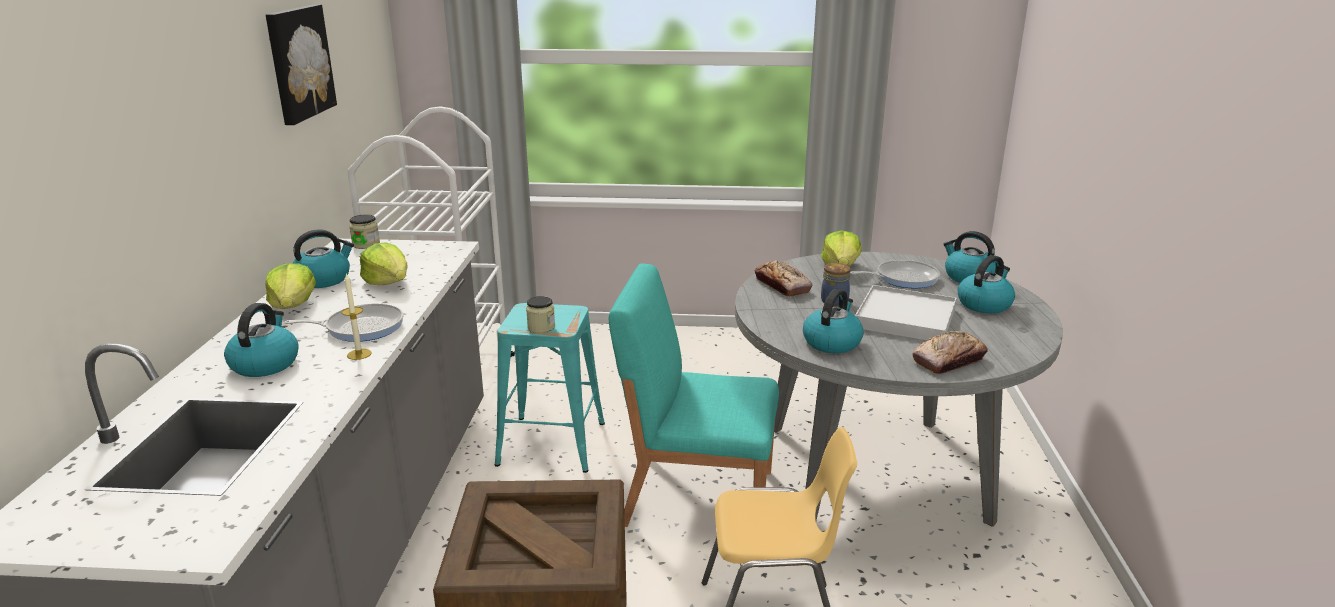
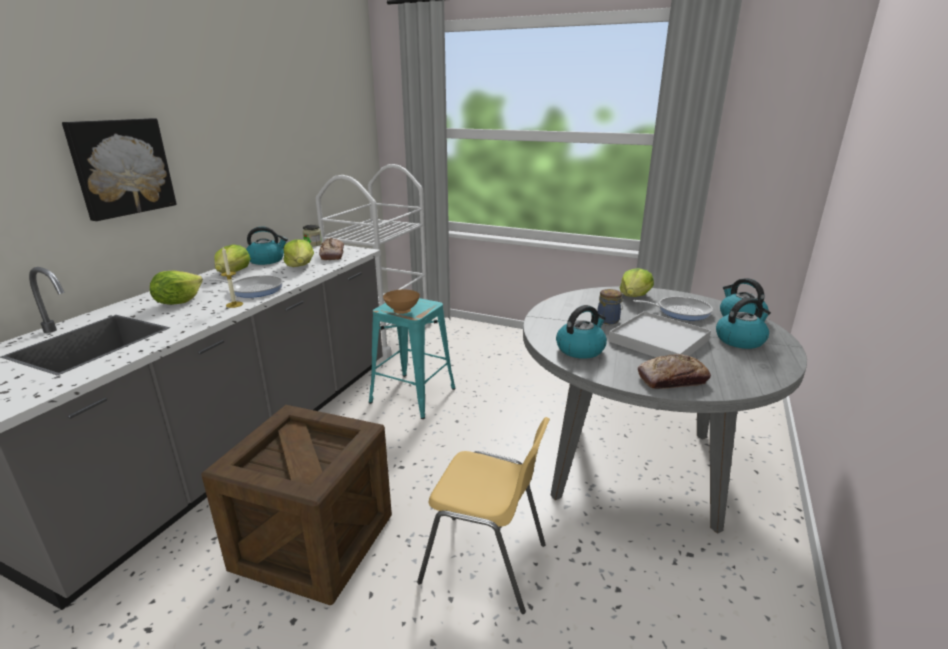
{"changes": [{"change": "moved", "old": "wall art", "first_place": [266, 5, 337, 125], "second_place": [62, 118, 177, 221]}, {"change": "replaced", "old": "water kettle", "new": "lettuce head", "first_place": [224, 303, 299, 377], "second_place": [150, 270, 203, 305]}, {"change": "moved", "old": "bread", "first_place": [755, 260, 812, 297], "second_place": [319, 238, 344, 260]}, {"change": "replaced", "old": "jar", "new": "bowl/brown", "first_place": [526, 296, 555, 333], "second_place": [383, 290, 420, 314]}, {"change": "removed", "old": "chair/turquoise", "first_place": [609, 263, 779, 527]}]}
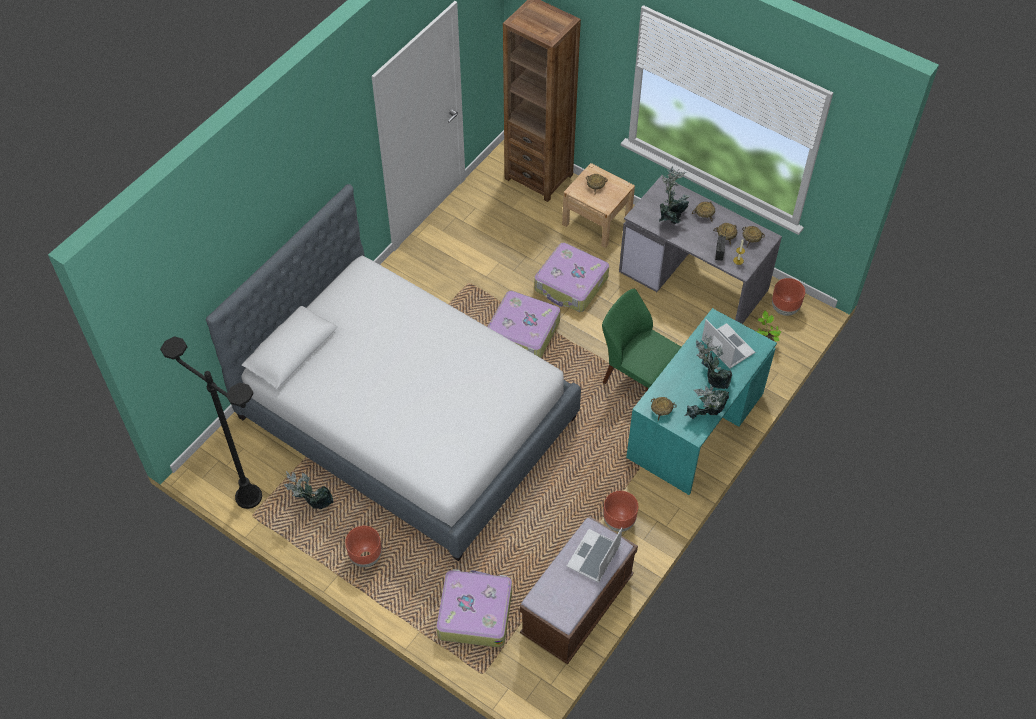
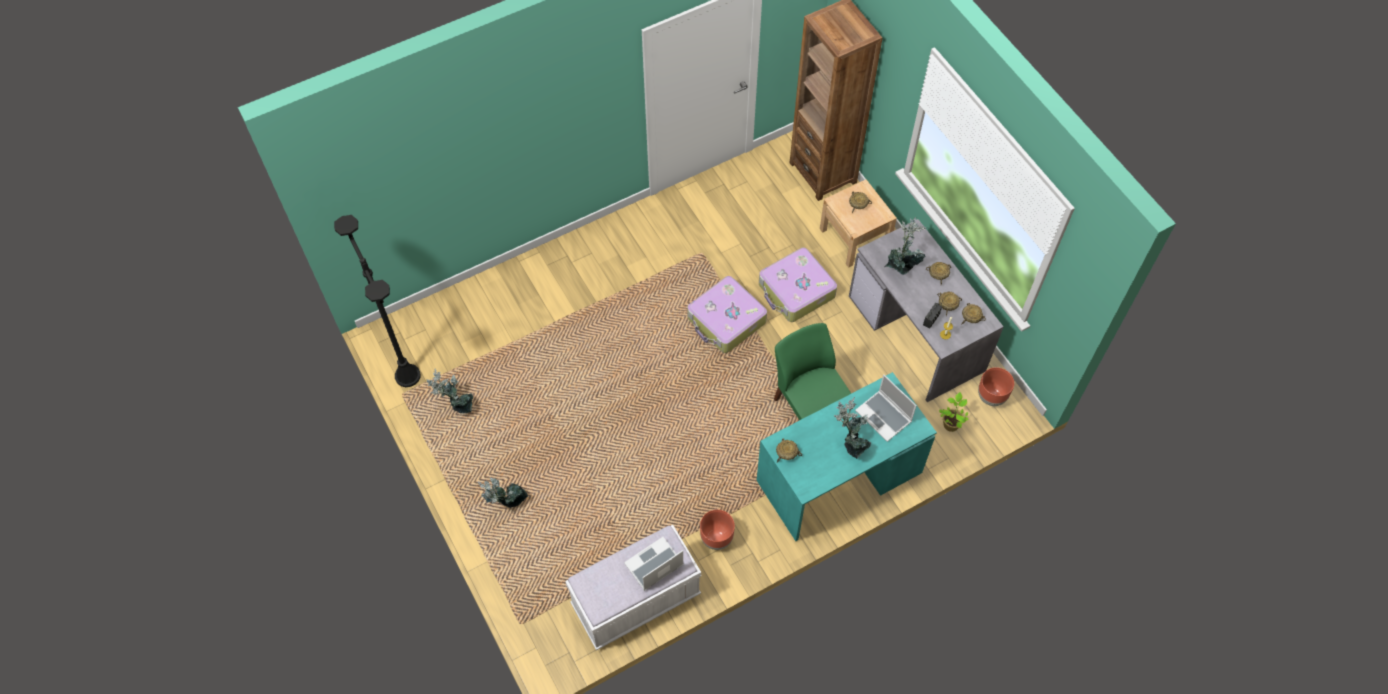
{"changes": [{"change": "moved", "old": "houseplant", "first_place": [685, 384, 729, 419], "second_place": [478, 478, 528, 508]}, {"change": "recoloured", "old": "long seat/brown", "new": "long seat/white", "first_place": [520, 516, 638, 664], "second_place": [565, 525, 701, 650]}, {"change": "turned", "old": "portable computer", "first_place": [701, 319, 755, 368], "second_place": [855, 374, 917, 442], "degrees": 150}, {"change": "removed", "old": "bed", "first_place": [206, 184, 581, 561]}, {"change": "removed", "old": "plant pot/brown", "first_place": [345, 526, 382, 567]}, {"change": "removed", "old": "travel case", "first_place": [436, 569, 512, 647]}]}
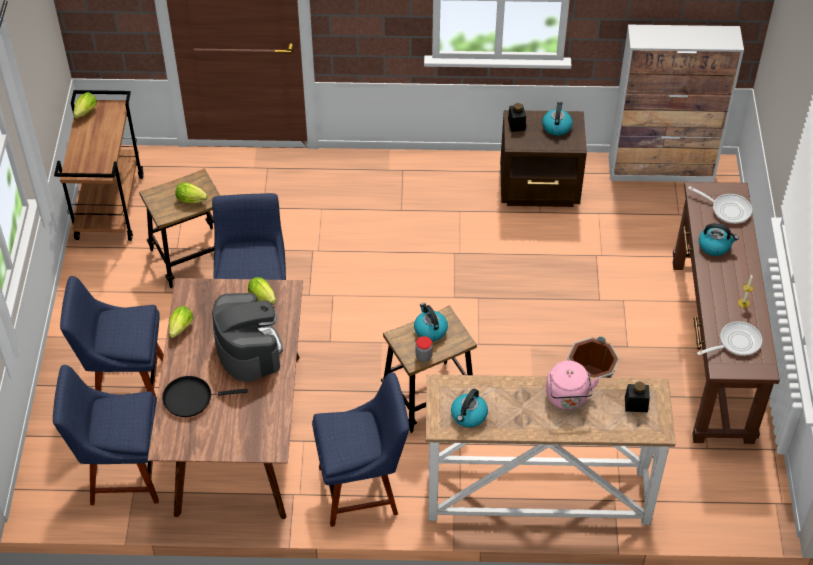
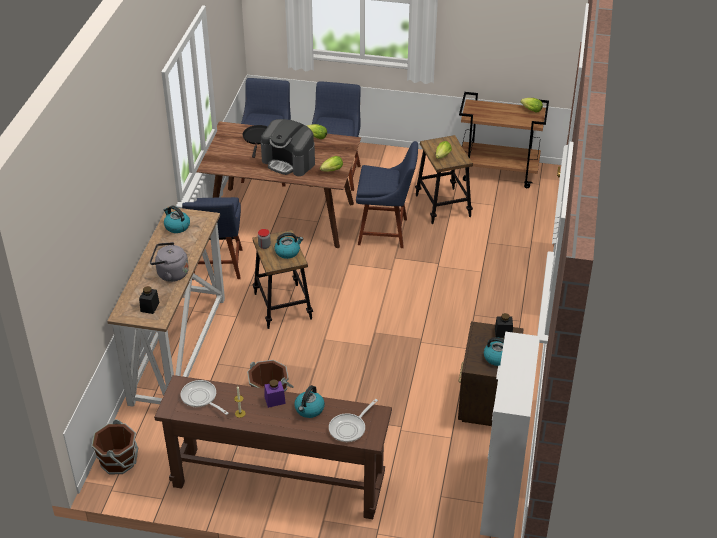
{"changes": [{"change": "added", "new": "pail/brown", "second_place": [91, 419, 138, 474]}, {"change": "recoloured", "old": "water kettle/pinkish", "new": "water kettle/gray", "first_place": [546, 361, 600, 410], "second_place": [150, 242, 189, 282]}, {"change": "turned", "old": "pan", "first_place": [697, 321, 762, 356], "second_place": [181, 380, 229, 415], "degrees": 150}, {"change": "turned", "old": "coffee machine", "first_place": [212, 293, 283, 382], "second_place": [261, 119, 315, 176], "degrees": 45}, {"change": "added", "new": "jar/purple-coloured", "second_place": [264, 380, 286, 408]}]}
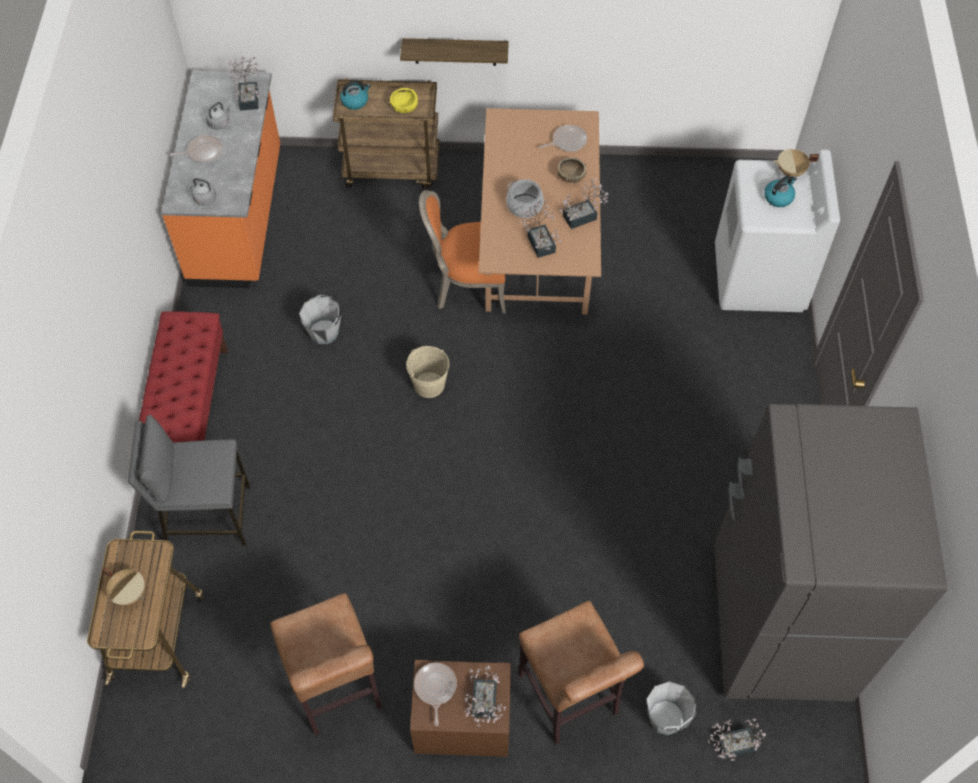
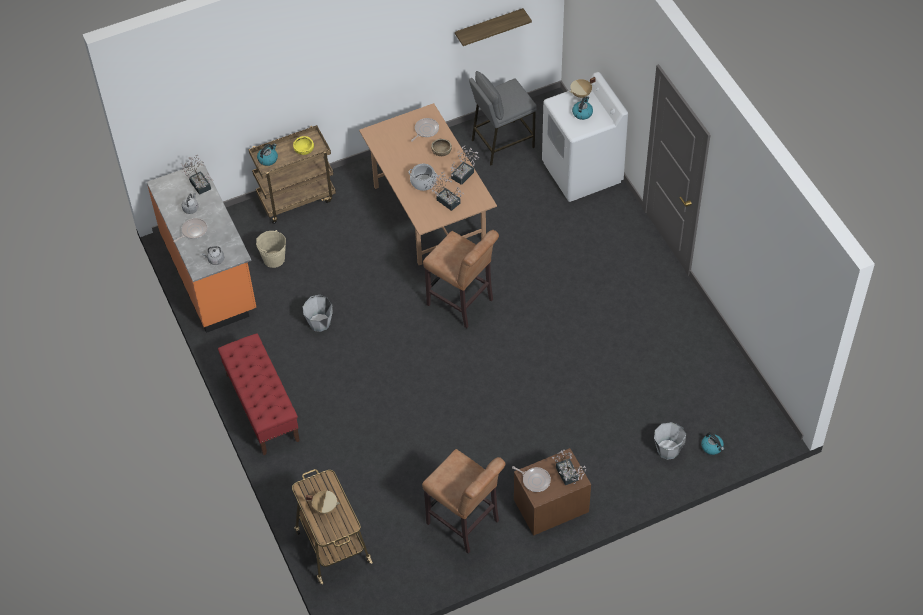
{"changes": [{"change": "moved", "old": "pail/beige-coloured", "first_place": [406, 346, 449, 398], "second_place": [256, 230, 286, 268]}, {"change": "moved", "old": "sitting stool/brown", "first_place": [518, 601, 644, 745], "second_place": [423, 230, 499, 328]}, {"change": "moved", "old": "shelf", "first_place": [400, 38, 509, 66], "second_place": [455, 8, 532, 46]}, {"change": "moved", "old": "sitting stool/gray", "first_place": [128, 415, 250, 546], "second_place": [469, 71, 537, 166]}, {"change": "turned", "old": "pan", "first_place": [414, 663, 457, 726], "second_place": [512, 466, 551, 492], "degrees": 150}, {"change": "replaced", "old": "houseplant", "new": "water kettle", "first_place": [708, 719, 766, 761], "second_place": [701, 432, 724, 455]}, {"change": "removed", "old": "chair/orange-coloured", "first_place": [419, 190, 506, 314]}, {"change": "removed", "old": "fridge/gray", "first_place": [714, 404, 947, 702]}]}
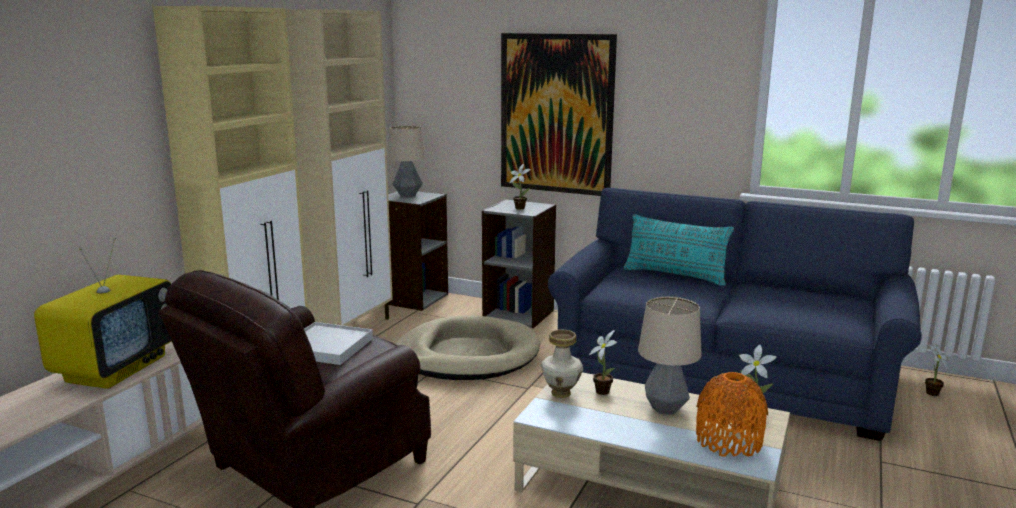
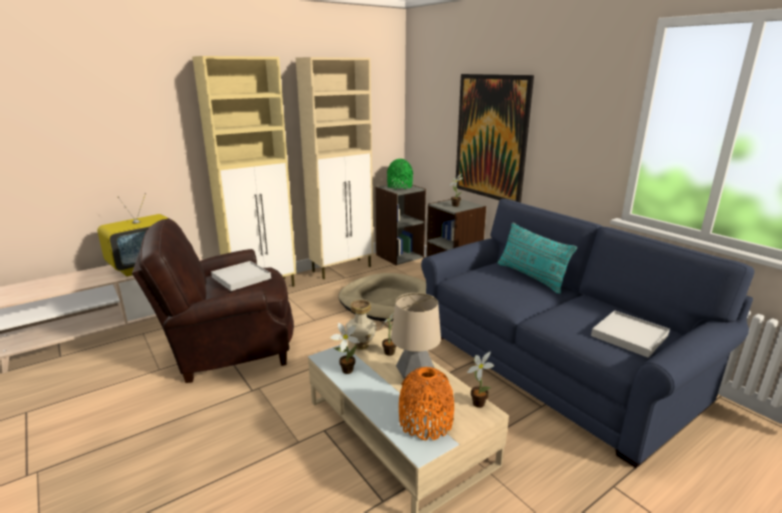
{"changes": [{"change": "moved", "old": "houseplant", "first_place": [925, 344, 948, 396], "second_place": [330, 323, 360, 374]}, {"change": "replaced", "old": "table lamp", "new": "vase/greenish", "first_place": [388, 126, 426, 197], "second_place": [387, 159, 413, 189]}, {"change": "added", "new": "tray/white", "second_place": [591, 310, 670, 358]}]}
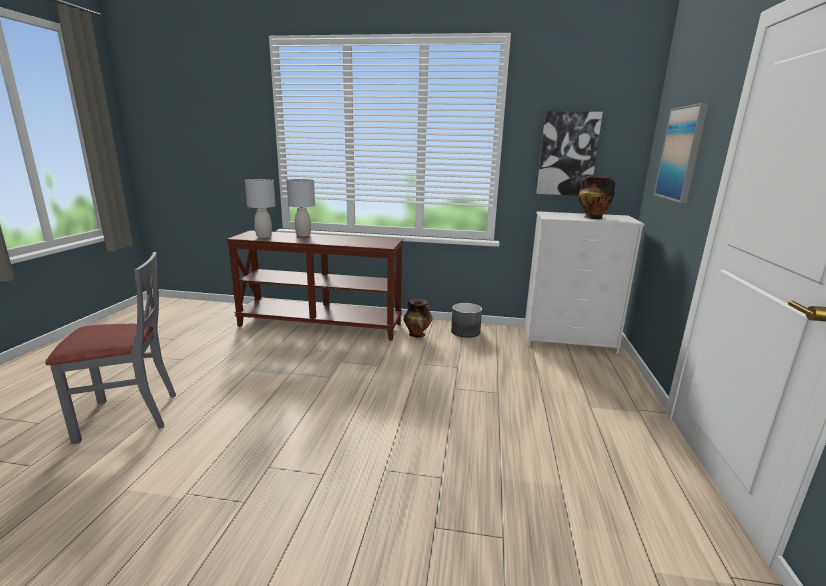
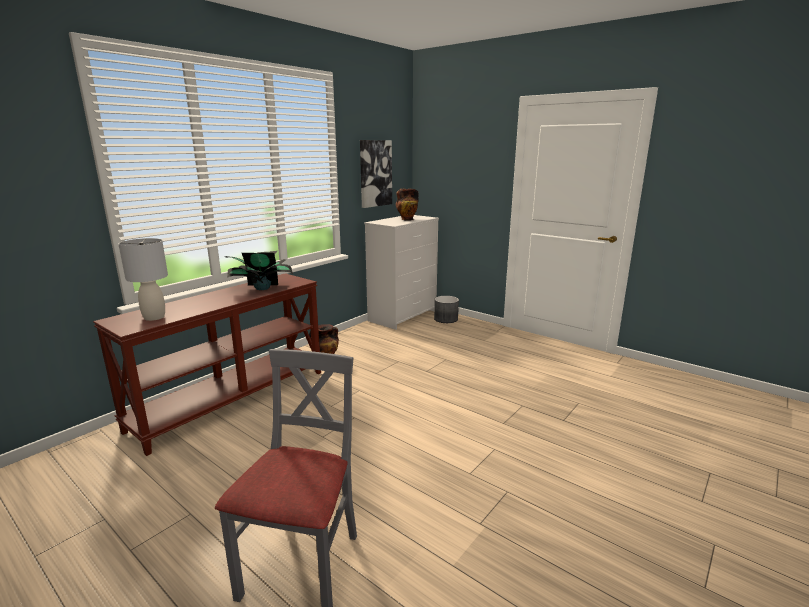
{"changes": [{"change": "added", "new": "houseplant", "second_place": [225, 251, 293, 290]}, {"change": "moved", "old": "plant pot/gray", "first_place": [451, 303, 482, 338], "second_place": [434, 296, 459, 323]}, {"change": "removed", "old": "table lamp/gray", "first_place": [286, 179, 315, 237]}, {"change": "removed", "old": "wall art", "first_place": [654, 103, 708, 203]}]}
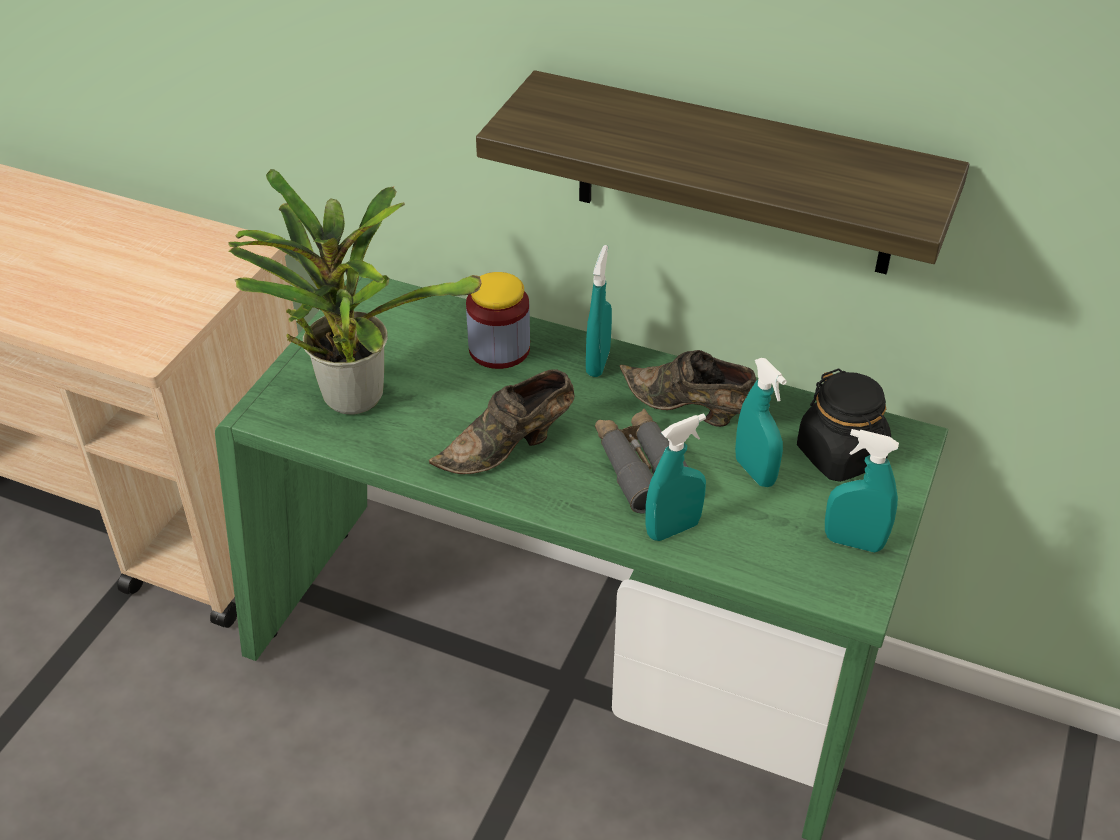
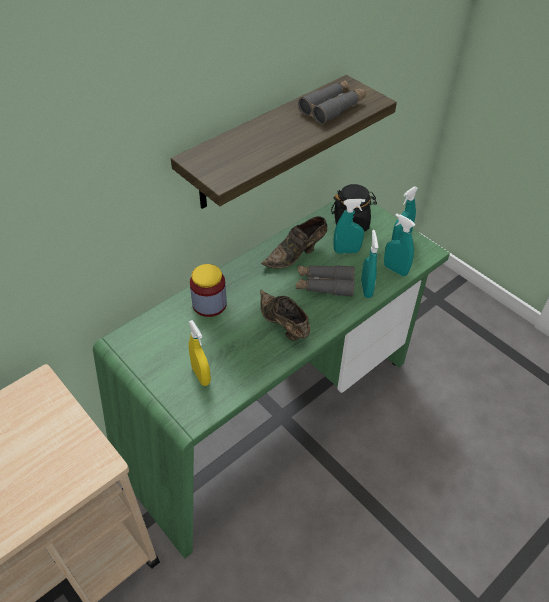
{"changes": [{"change": "replaced", "old": "houseplant", "new": "sprayer/yellow-coloured", "first_place": [228, 169, 482, 415], "second_place": [188, 320, 211, 386]}, {"change": "turned", "old": "low shoe/brown", "first_place": [429, 370, 575, 474], "second_place": [260, 290, 310, 341], "degrees": 150}, {"change": "added", "new": "binoculars/gray", "second_place": [298, 80, 366, 124]}, {"change": "moved", "old": "sprayer/turquoise", "first_place": [586, 245, 612, 377], "second_place": [384, 214, 416, 276]}]}
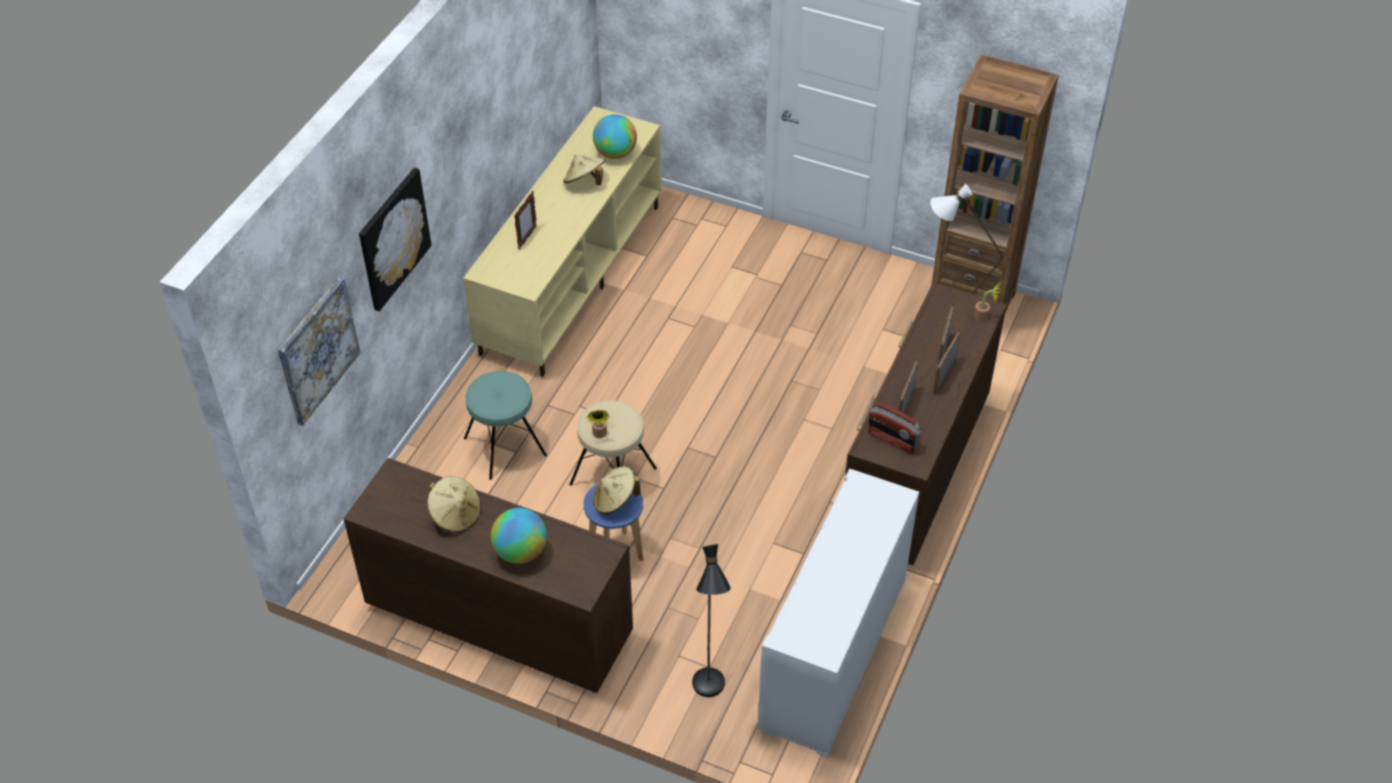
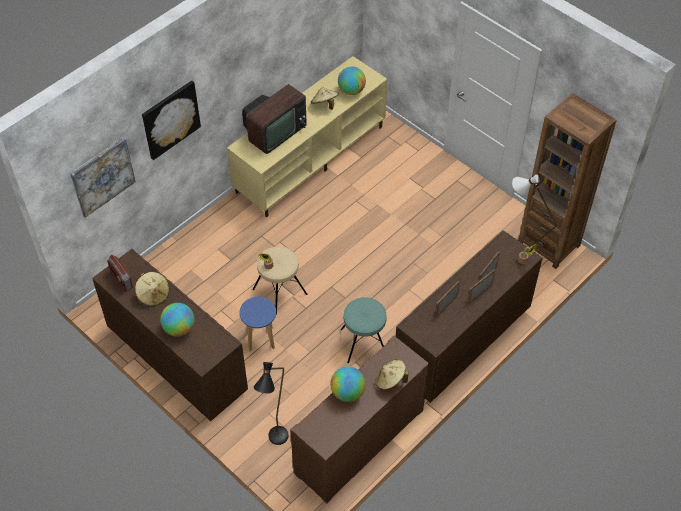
{"changes": [{"change": "moved", "old": "radio", "first_place": [868, 402, 921, 454], "second_place": [107, 255, 133, 292]}, {"change": "replaced", "old": "photo frame", "new": "TV set", "first_place": [514, 191, 537, 249], "second_place": [242, 84, 307, 154]}, {"change": "recoloured", "old": "cupboard/white", "new": "cupboard/brown", "first_place": [758, 469, 919, 757], "second_place": [290, 336, 429, 504]}, {"change": "added", "new": "desk globe", "second_place": [330, 366, 366, 402]}, {"change": "moved", "old": "sitting stool/turquoise", "first_place": [464, 371, 547, 480], "second_place": [341, 297, 387, 363]}, {"change": "moved", "old": "wearable hat/beige-coloured", "first_place": [593, 467, 641, 514], "second_place": [375, 360, 409, 390]}]}
